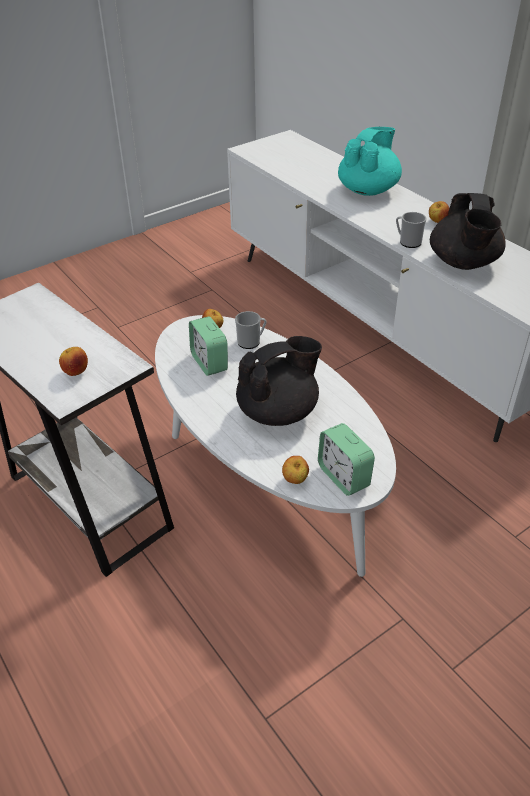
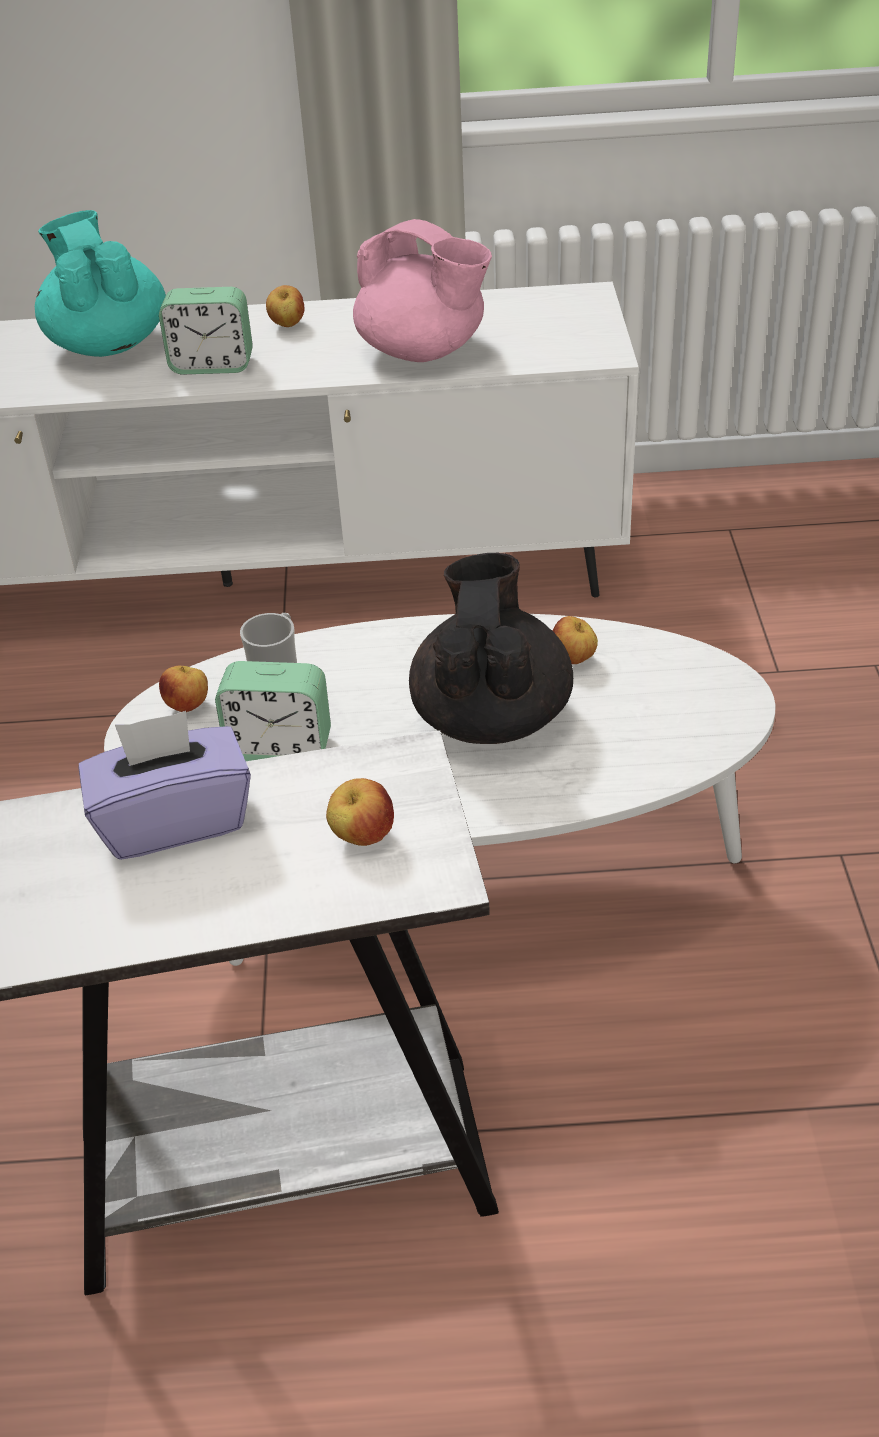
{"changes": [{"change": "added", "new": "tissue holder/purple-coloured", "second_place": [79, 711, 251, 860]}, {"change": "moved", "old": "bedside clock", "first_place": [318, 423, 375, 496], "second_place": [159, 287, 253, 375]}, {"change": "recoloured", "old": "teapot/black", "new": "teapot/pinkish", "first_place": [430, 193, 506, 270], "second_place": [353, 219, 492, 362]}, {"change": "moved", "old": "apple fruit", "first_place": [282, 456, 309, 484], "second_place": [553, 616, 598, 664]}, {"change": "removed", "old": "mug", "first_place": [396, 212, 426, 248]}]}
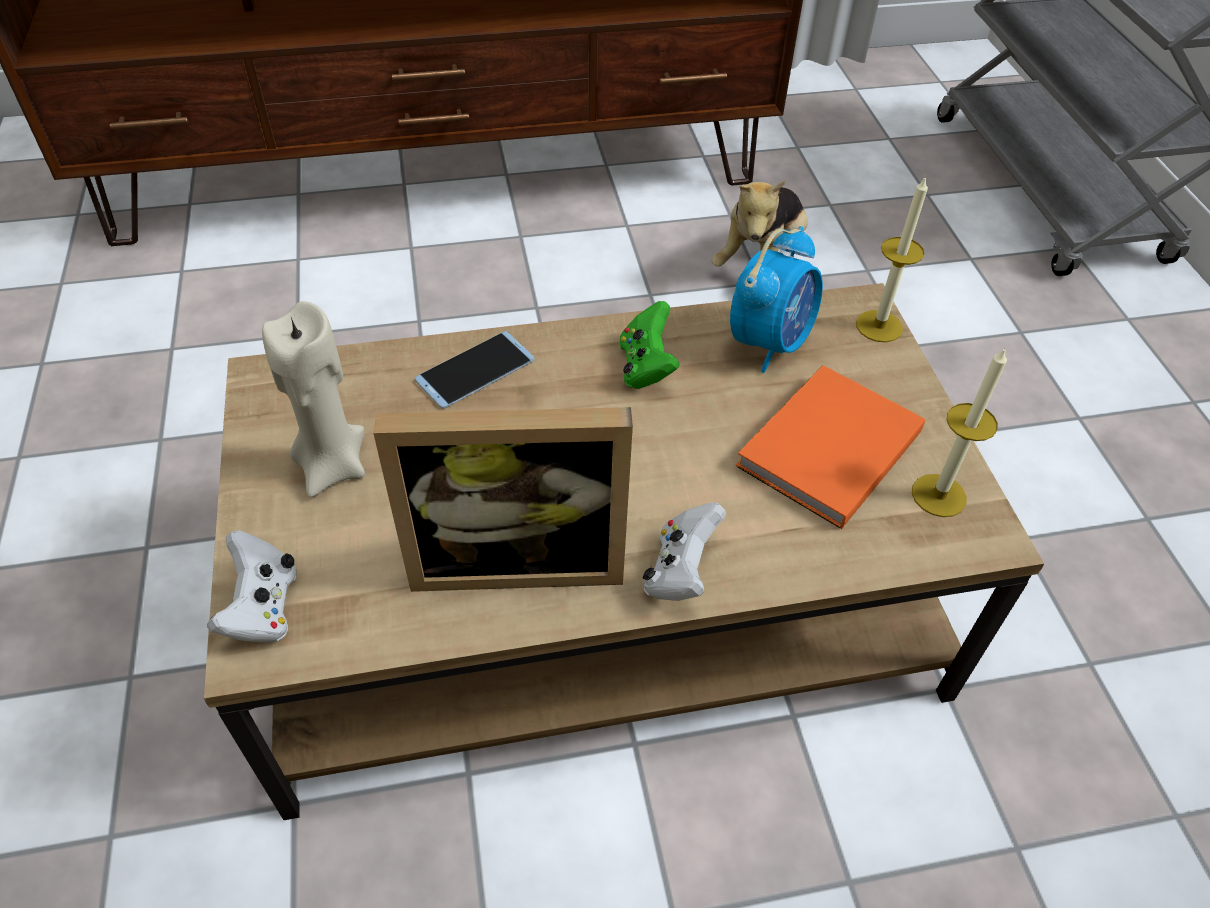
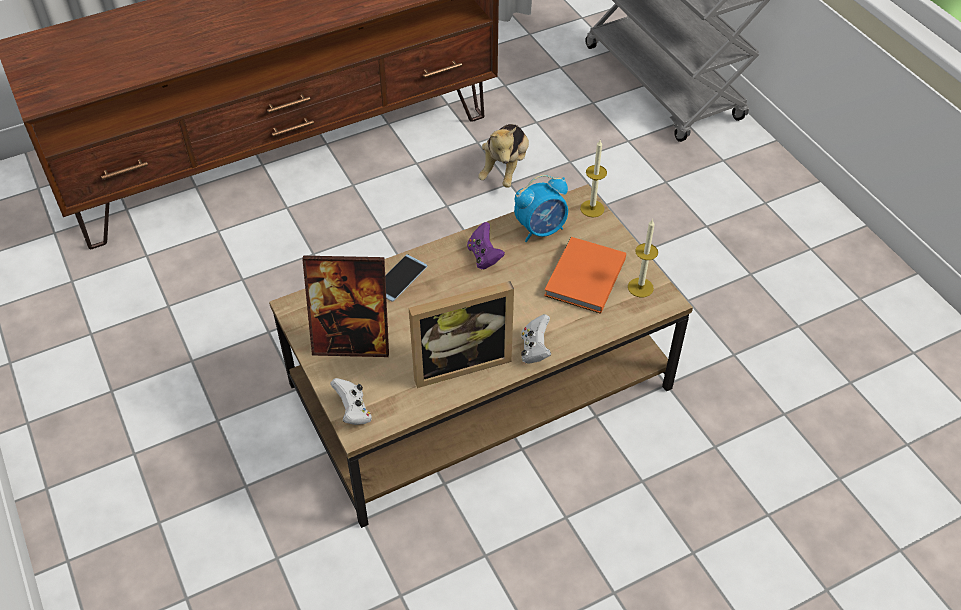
{"changes": [{"change": "replaced", "old": "wax light/beige-coloured", "new": "photo frame", "first_place": [262, 301, 365, 497], "second_place": [302, 256, 389, 357]}, {"change": "recoloured", "old": "game controller/greenish", "new": "game controller/purple-coloured", "first_place": [620, 301, 680, 389], "second_place": [467, 222, 505, 269]}, {"change": "turned", "old": "bedside clock", "first_place": [730, 226, 823, 373], "second_place": [514, 175, 568, 242], "degrees": 45}]}
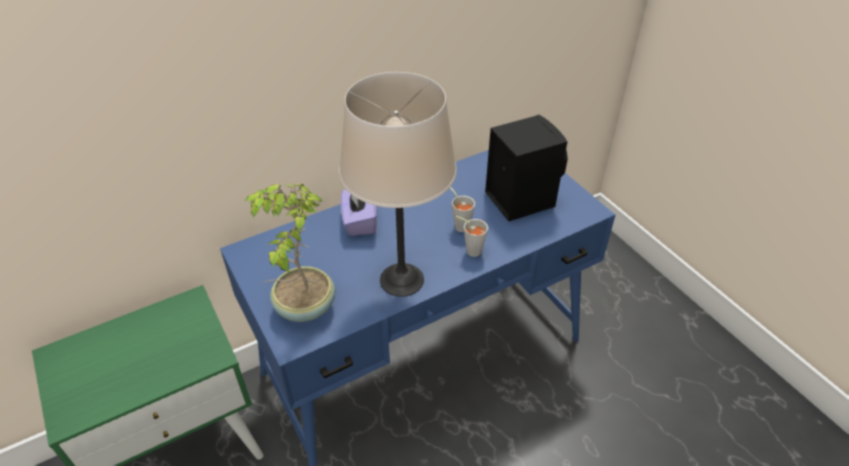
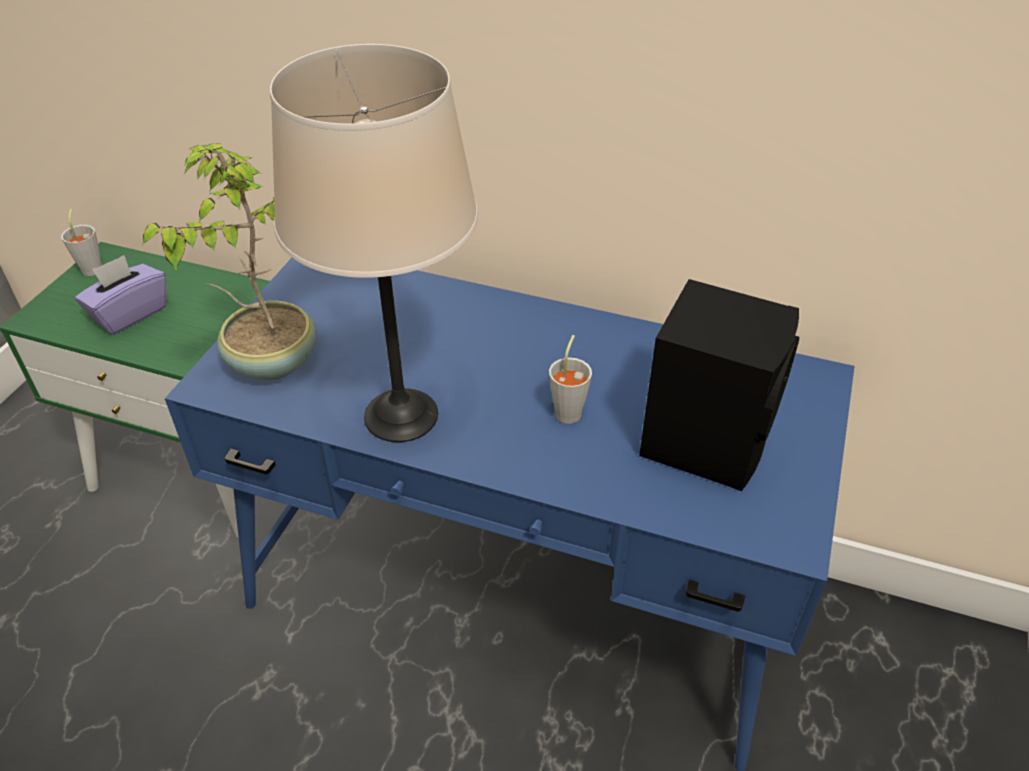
{"changes": [{"change": "moved", "old": "cup/gray", "first_place": [456, 216, 488, 257], "second_place": [61, 209, 102, 276]}, {"change": "moved", "old": "tissue holder/purple-coloured", "first_place": [341, 189, 377, 236], "second_place": [75, 255, 167, 335]}]}
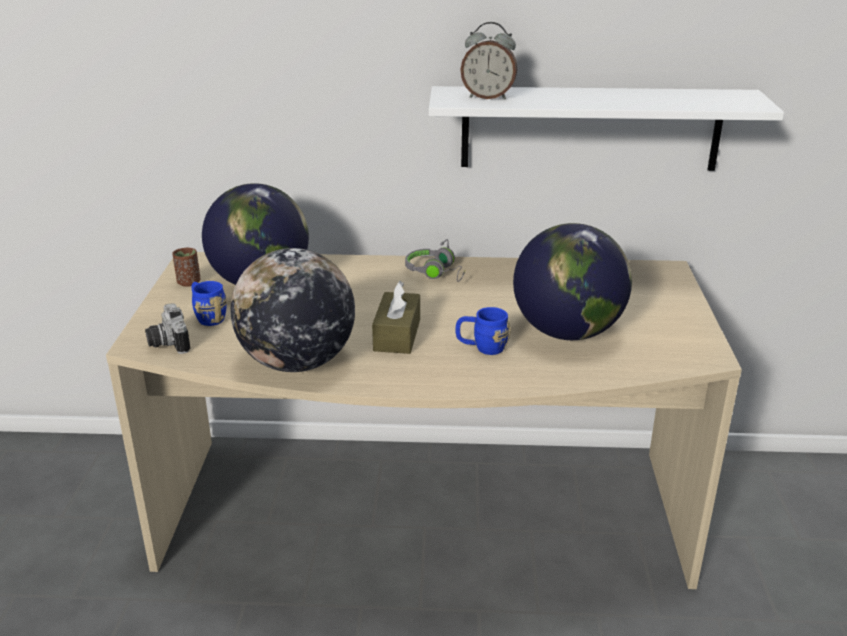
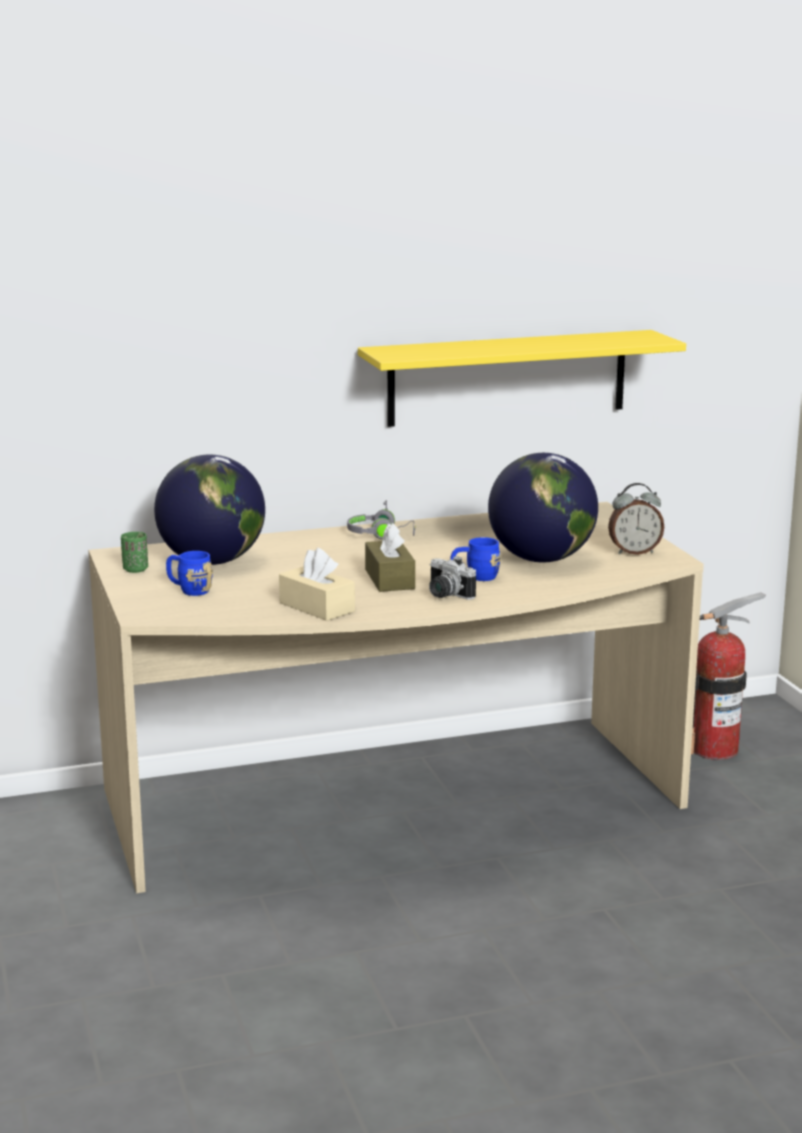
{"changes": [{"change": "recoloured", "old": "cup/brown", "new": "cup/greenish", "first_place": [172, 248, 201, 287], "second_place": [121, 532, 148, 573]}, {"change": "replaced", "old": "desk globe", "new": "tissue holder/beige-coloured", "first_place": [230, 248, 355, 372], "second_place": [279, 548, 355, 621]}, {"change": "recoloured", "old": "shelf/white", "new": "shelf/yellow-coloured", "first_place": [429, 86, 784, 171], "second_place": [358, 330, 686, 427]}, {"change": "moved", "old": "photo camera", "first_place": [145, 303, 191, 354], "second_place": [429, 556, 476, 600]}, {"change": "moved", "old": "bedside clock", "first_place": [460, 22, 517, 100], "second_place": [608, 483, 664, 555]}, {"change": "added", "new": "fire extinguisher", "second_place": [691, 592, 766, 760]}]}
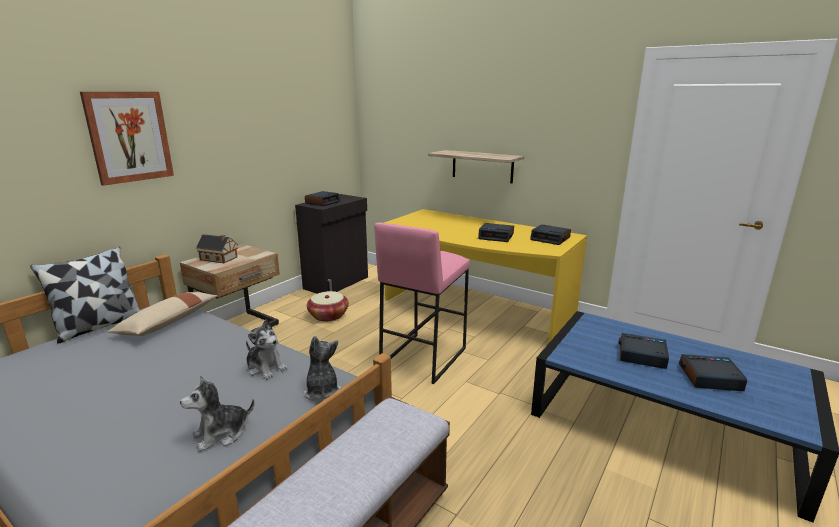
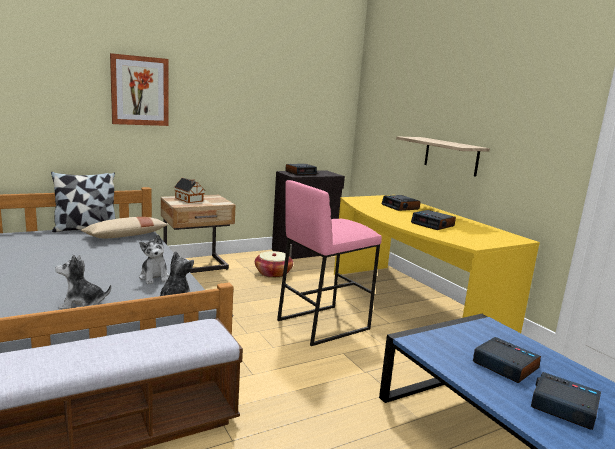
{"changes": [{"change": "moved", "old": "bedside clock", "first_place": [530, 224, 571, 245], "second_place": [381, 195, 421, 211]}]}
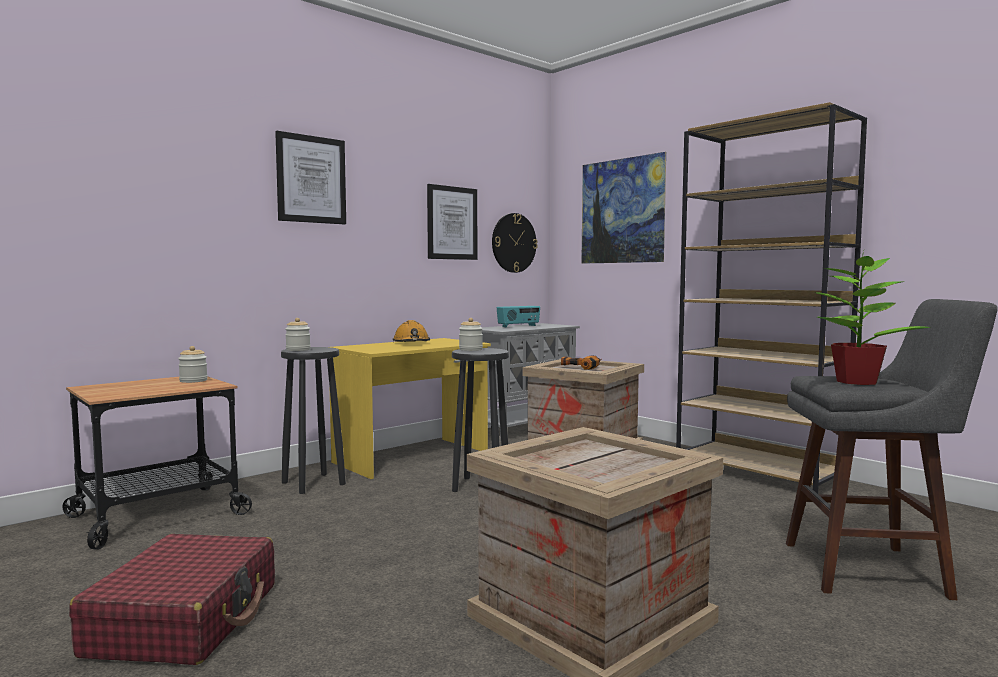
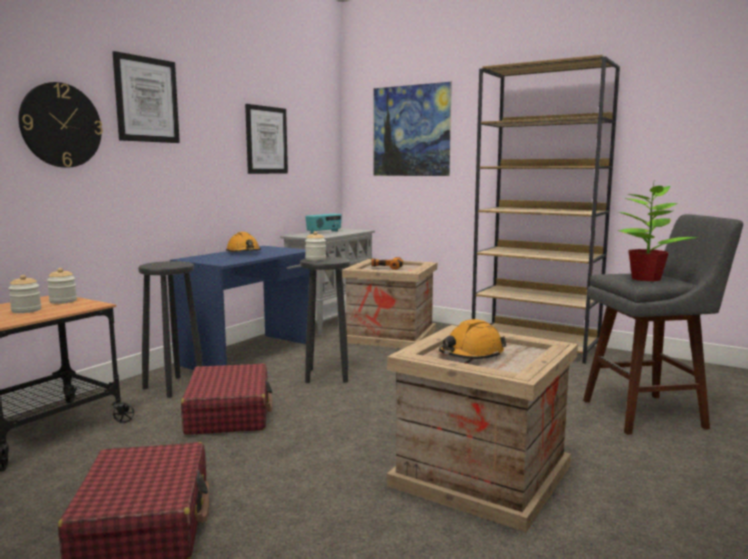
{"changes": [{"change": "moved", "old": "jar", "first_place": [285, 318, 311, 351], "second_place": [8, 275, 42, 313]}, {"change": "moved", "old": "clock on the wall", "first_place": [492, 213, 538, 273], "second_place": [19, 82, 103, 168]}, {"change": "recoloured", "old": "desk unit/yellow-coloured", "new": "desk unit/bluish", "first_place": [329, 338, 491, 479], "second_place": [170, 246, 310, 370]}, {"change": "added", "new": "travel case/red", "second_place": [181, 363, 272, 435]}, {"change": "added", "new": "hard hat/orange-coloured", "second_place": [439, 319, 506, 359]}]}
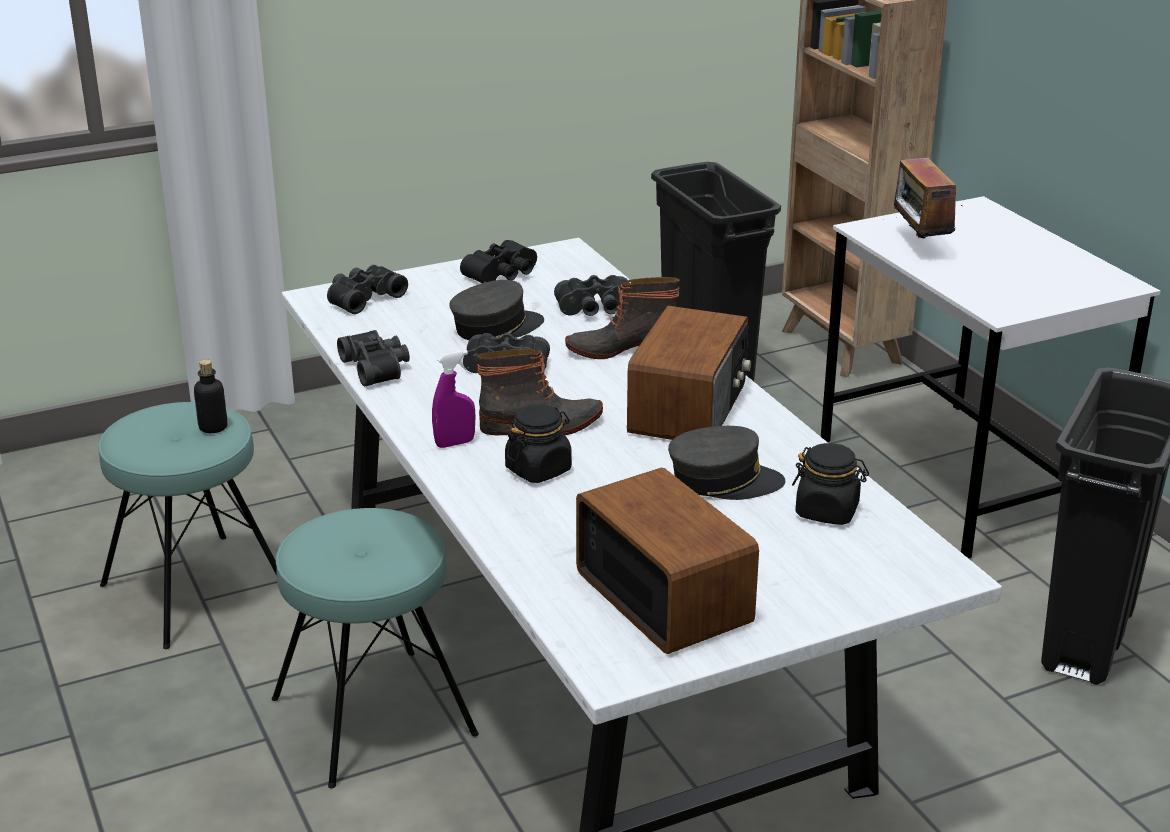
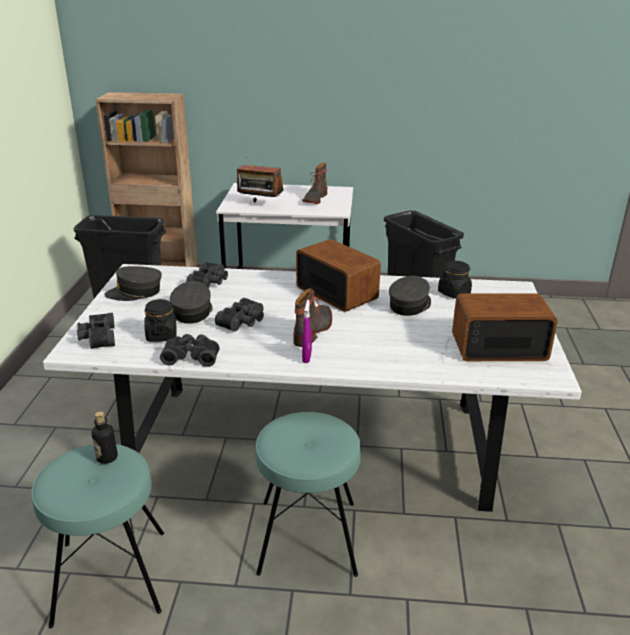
{"changes": [{"change": "replaced", "old": "binoculars/black", "new": "peaked cap/gray", "first_place": [460, 240, 537, 283], "second_place": [104, 266, 162, 301]}, {"change": "moved", "old": "jar/black", "first_place": [505, 404, 572, 483], "second_place": [144, 299, 177, 342]}, {"change": "moved", "old": "tall boot", "first_place": [565, 277, 680, 359], "second_place": [302, 163, 327, 204]}]}
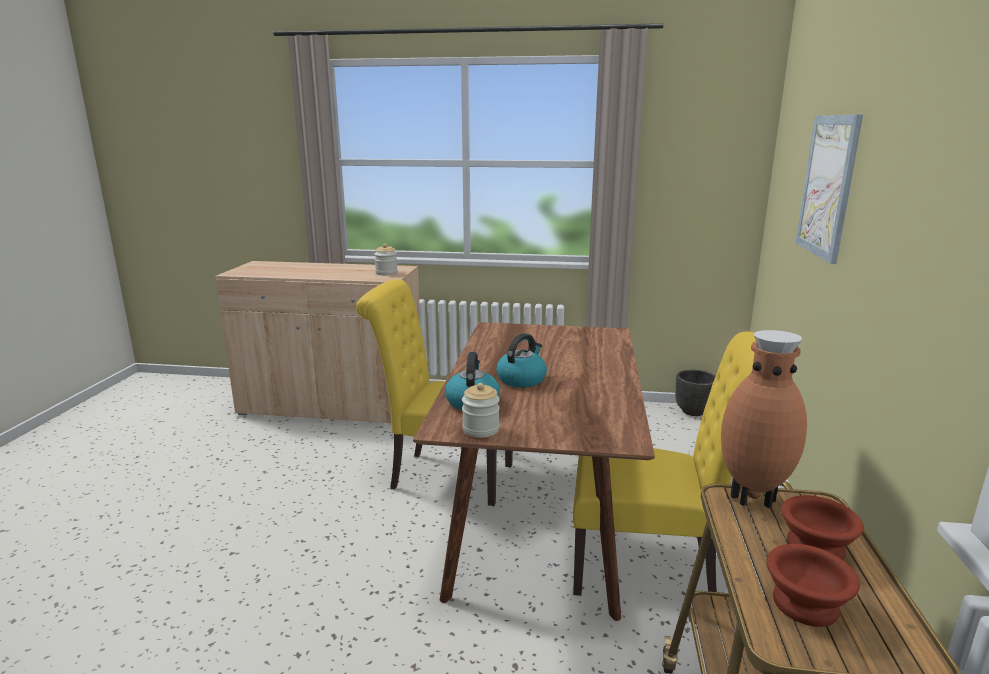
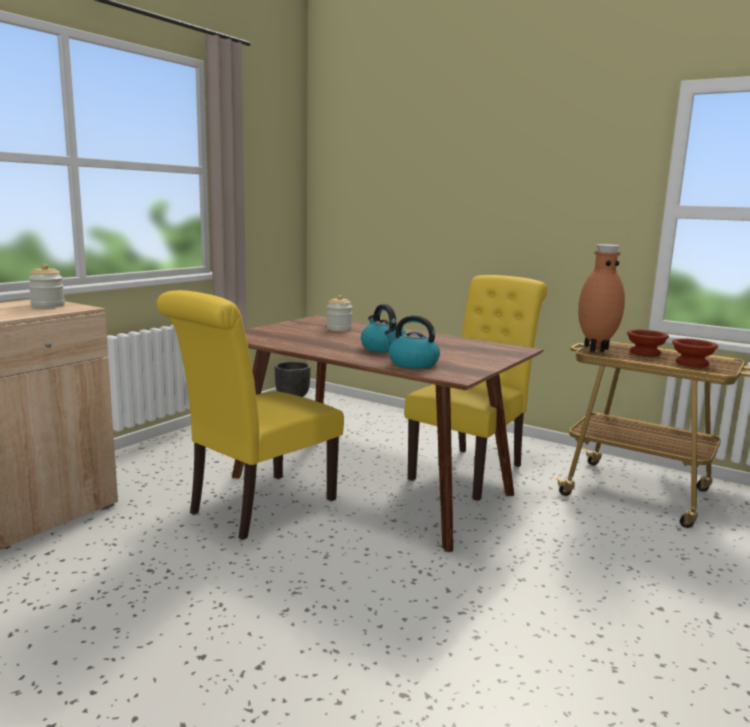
{"changes": [{"change": "moved", "old": "jar", "first_place": [462, 383, 500, 438], "second_place": [327, 295, 352, 331]}, {"change": "removed", "old": "wall art", "first_place": [795, 114, 863, 264]}]}
